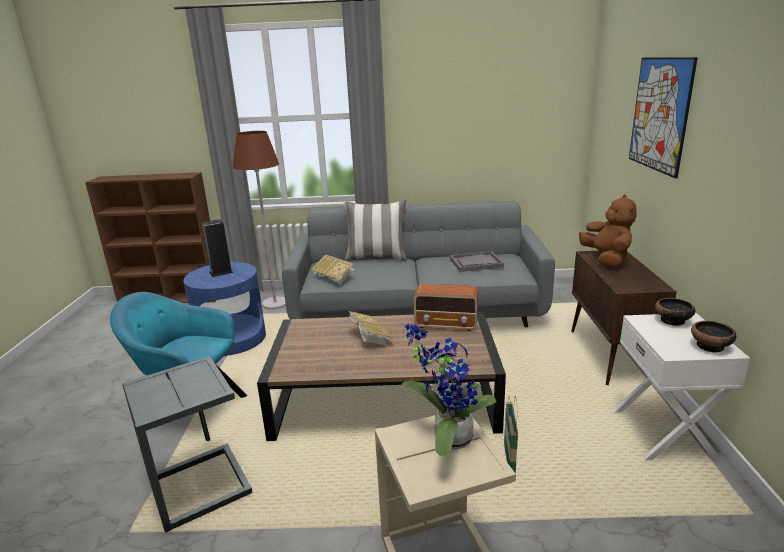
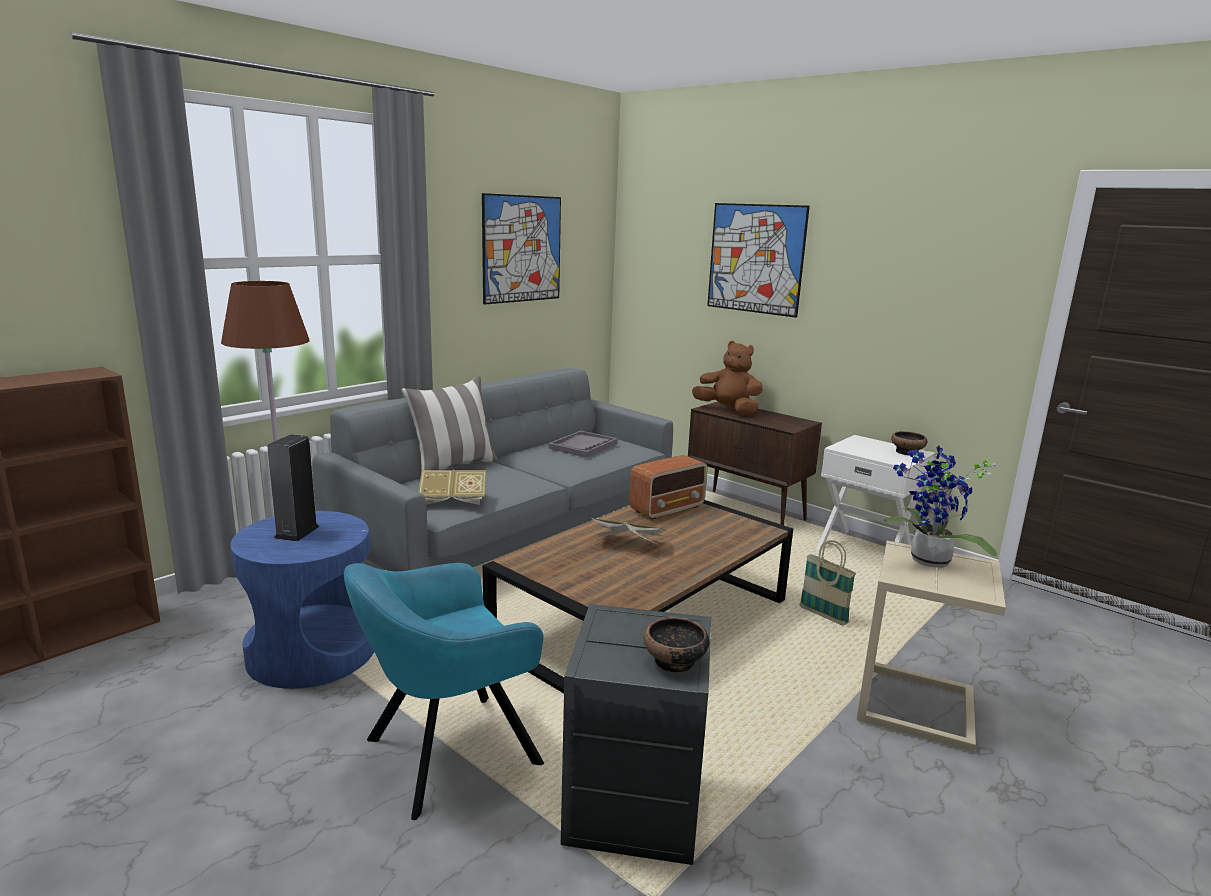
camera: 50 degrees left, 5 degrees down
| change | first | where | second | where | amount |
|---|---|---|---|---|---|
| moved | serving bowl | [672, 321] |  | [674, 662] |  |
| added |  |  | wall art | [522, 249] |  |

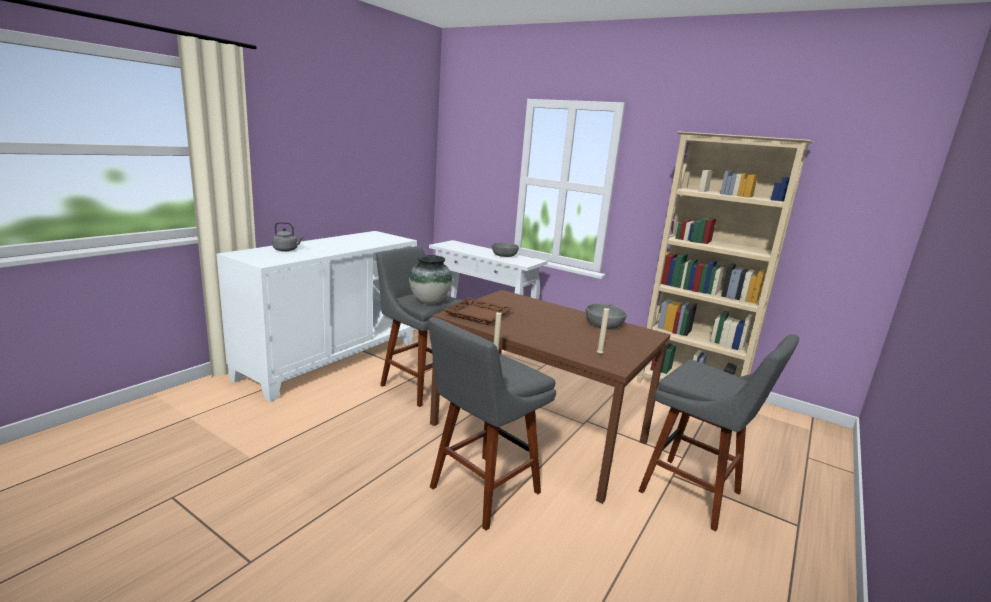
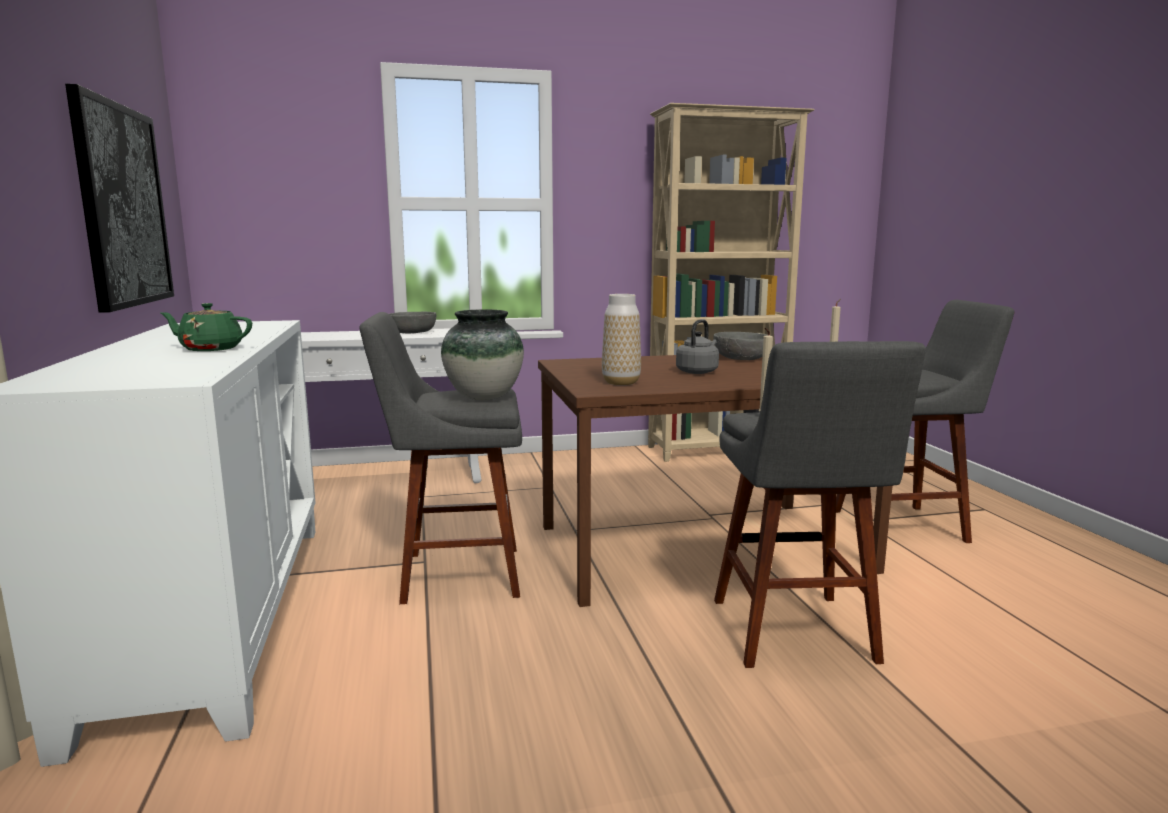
camera: 45 degrees left, 5 degrees down
| change | first | where | second | where | amount |
|---|---|---|---|---|---|
| moved | tea kettle (greyish) | [286, 250] |  | [698, 371] |  |
| replaced | serving tray (brown) | [478, 315] | vase | [621, 382] |  |
| added |  |  | wall art | [122, 206] |  |
| added |  |  | pot for tea (green-coloured) | [210, 349] |  |

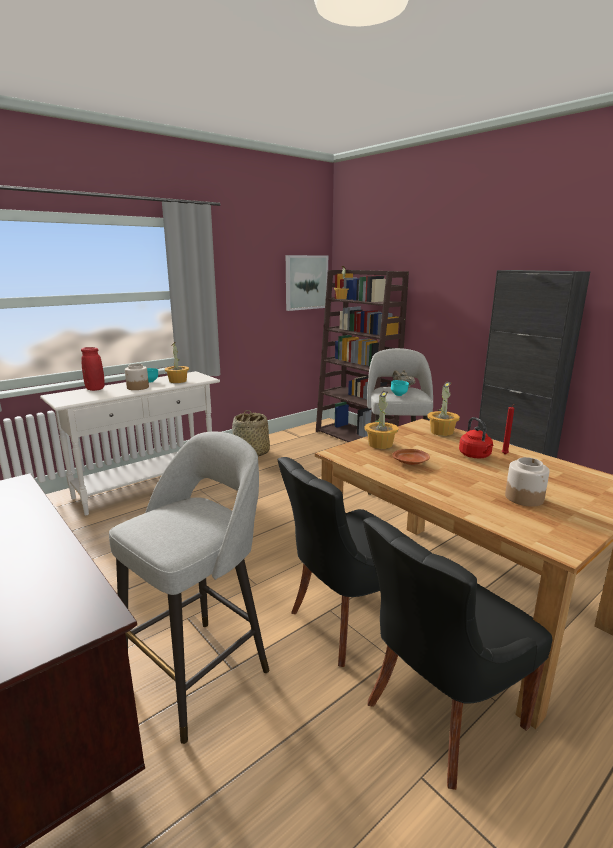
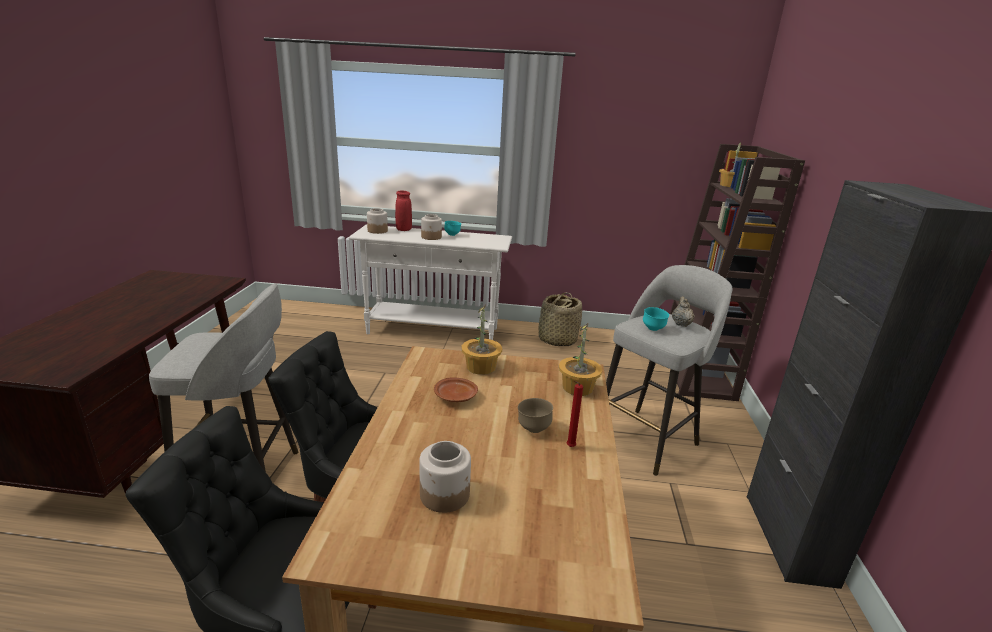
camera: 45 degrees right, 5 degrees up
| change | first | where | second | where | amount |
|---|---|---|---|---|---|
| removed | wall art | [306, 282] |  |  |  |
| removed | potted plant | [178, 381] |  |  |  |
| replaced | tea kettle (red-coloured) | [475, 456] | serving bowl (brown) | [533, 429] |  |
| added |  |  | preserve jar | [377, 231] |  |

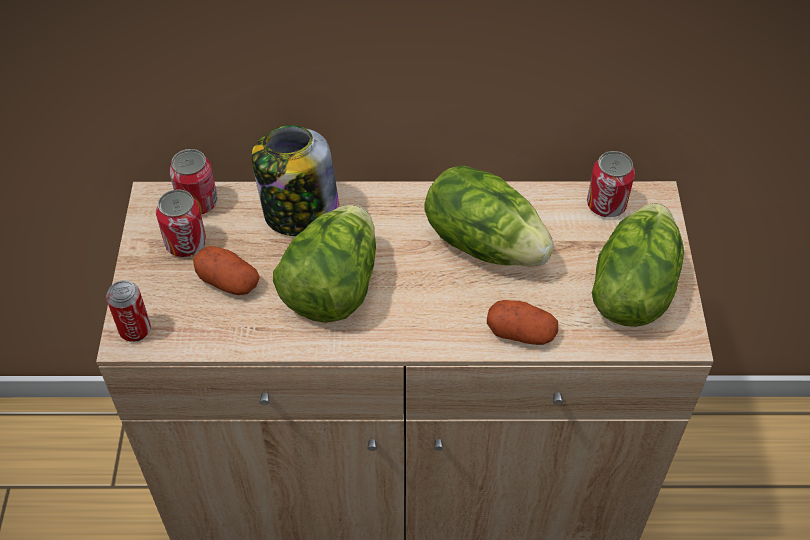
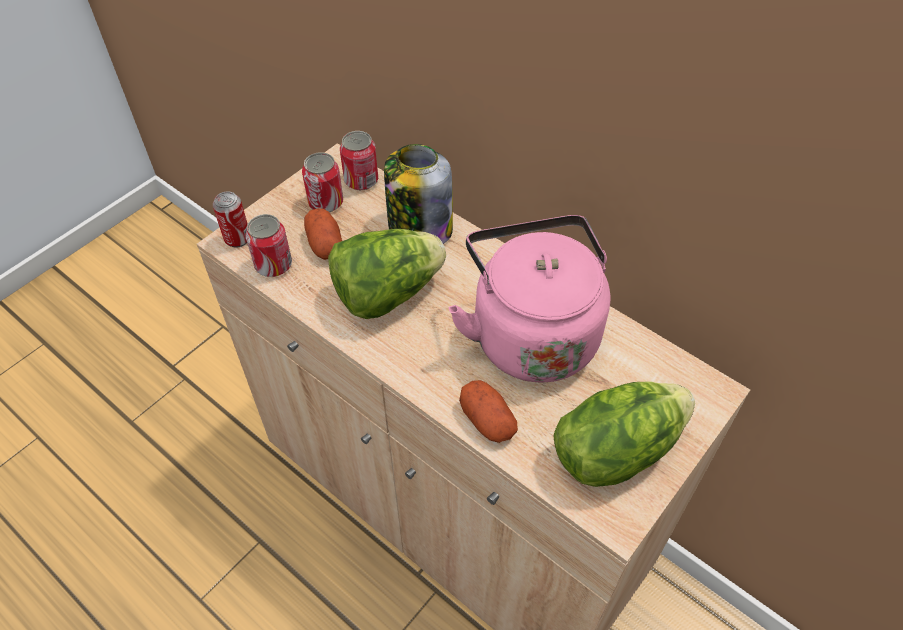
camera: 40 degrees right, 0 degrees up
| change | first | where | second | where | amount |
|---|---|---|---|---|---|
| moved | sealed can | [606, 205] |  | [273, 265] |  |
| replaced | lettuce head | [484, 242] | tea kettle (pink-coloured) | [531, 333] |  |

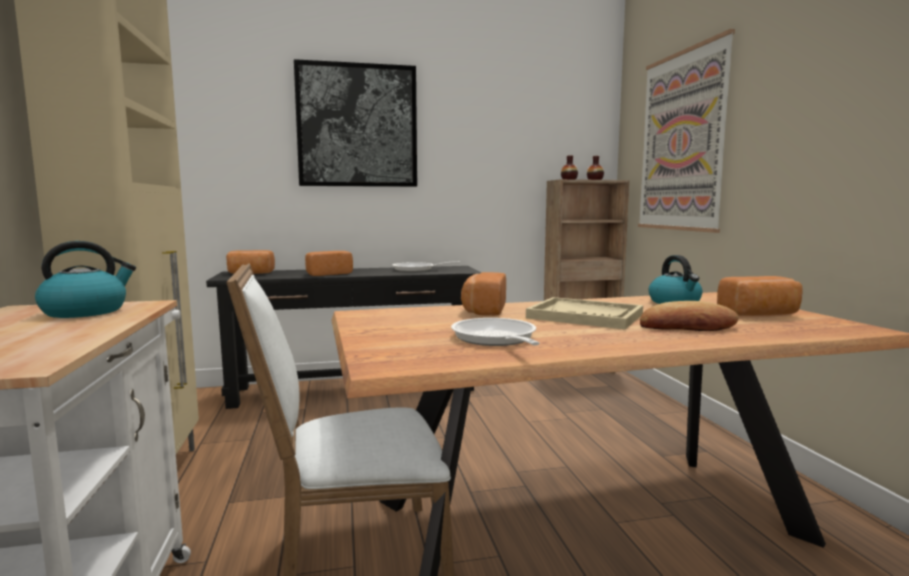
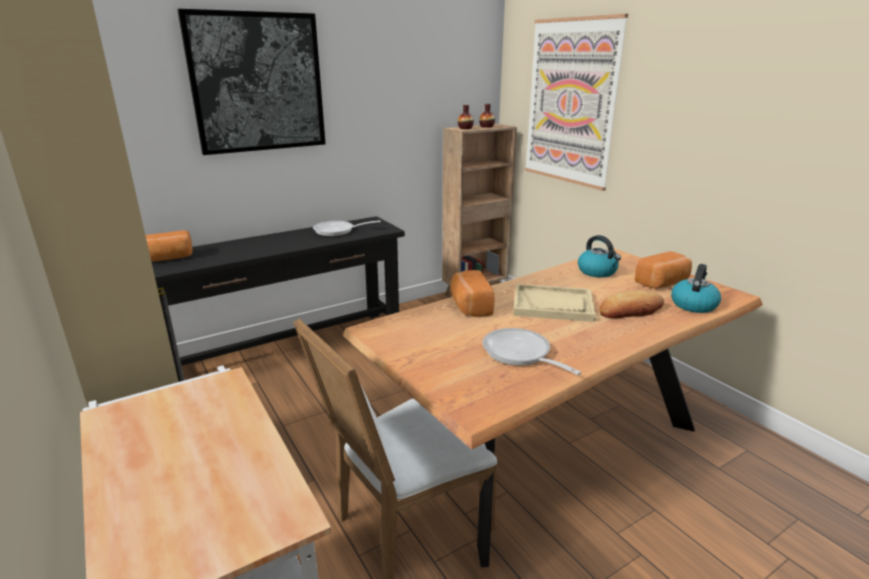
camera: 20 degrees left, 15 degrees up
| change | first | where | second | where | amount |
|---|---|---|---|---|---|
| moved | tea kettle | [86, 311] |  | [693, 304] |  |
| removed | baked bread | [328, 274] |  |  |  |

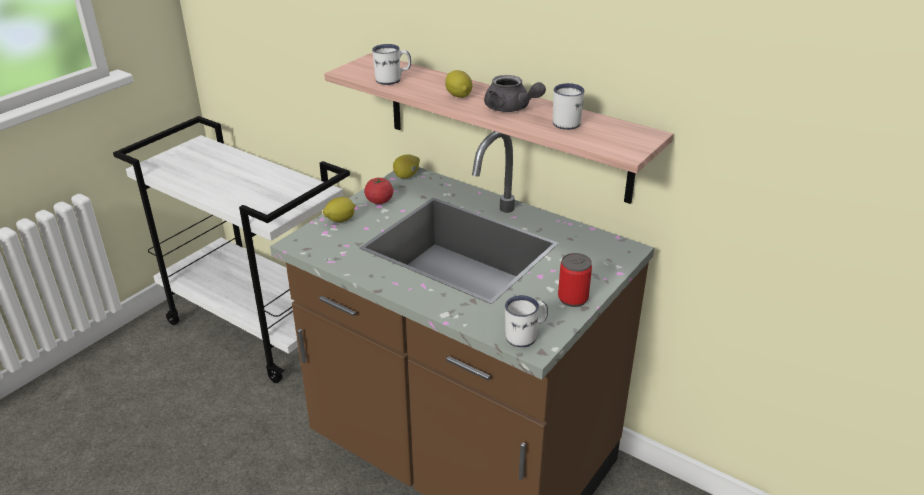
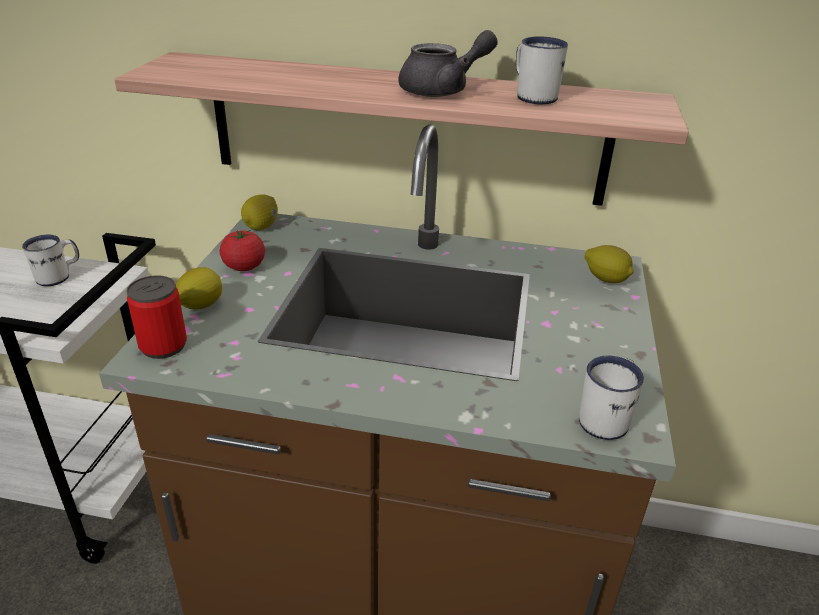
camera: 25 degrees left, 0 degrees up
| change | first | where | second | where | amount |
|---|---|---|---|---|---|
| moved | coffee mug (white) | [393, 80] |  | [59, 277] |  |
| moved | lemon | [458, 95] |  | [606, 279] |  |
| turned | pot for tea (greyish) | [511, 108] |  | [443, 90] | 45 degrees counterclockwise |
| moved | sealed can | [573, 298] |  | [163, 346] |  |

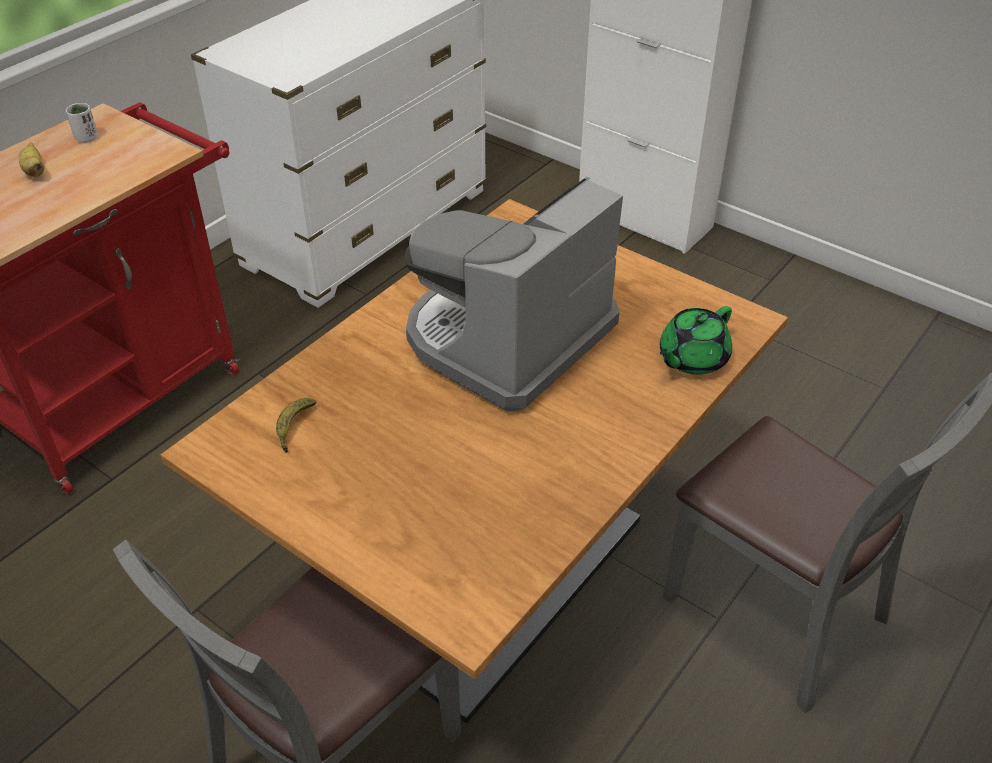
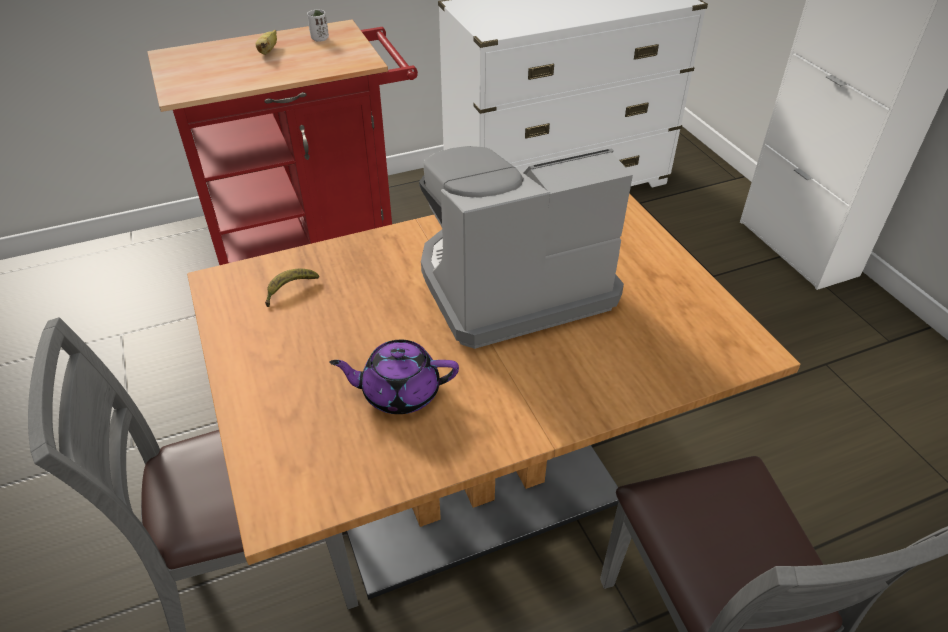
camera: 30 degrees right, 0 degrees up
| change | first | where | second | where | amount |
|---|---|---|---|---|---|
| removed | pot for tea (green-coloured) | [692, 359] |  |  |  |
| added |  |  | pot for tea (purple-coloured) | [399, 392] |  |

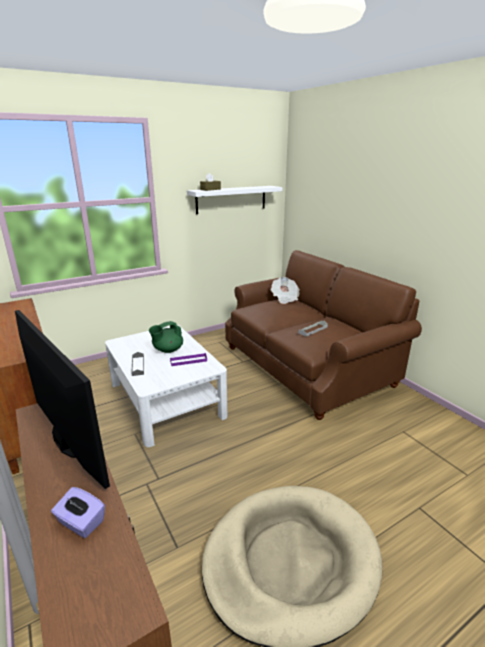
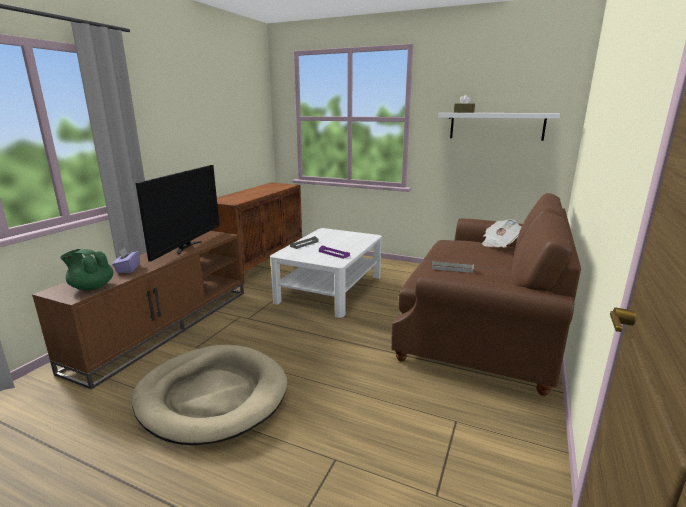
camera: 55 degrees right, 5 degrees down
| change | first | where | second | where | amount |
|---|---|---|---|---|---|
| moved | pot for tea (green-coloured) | [167, 350] |  | [92, 287] |  |

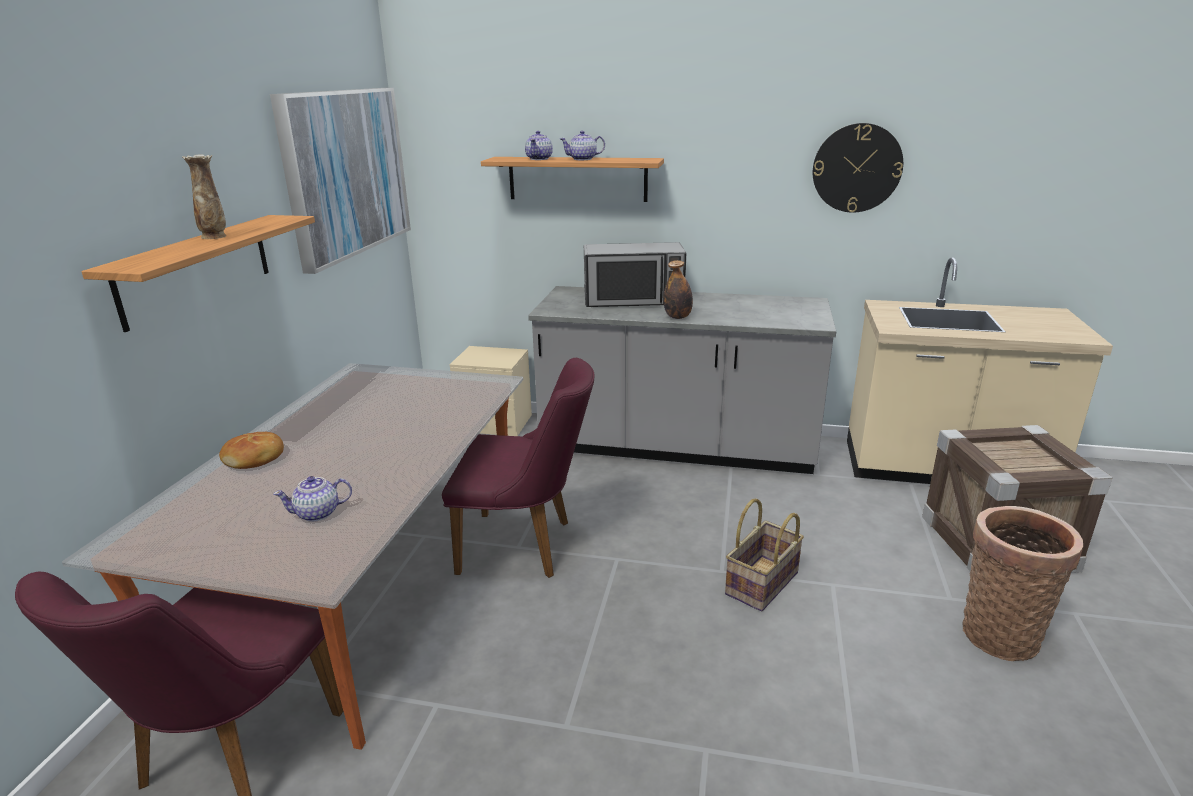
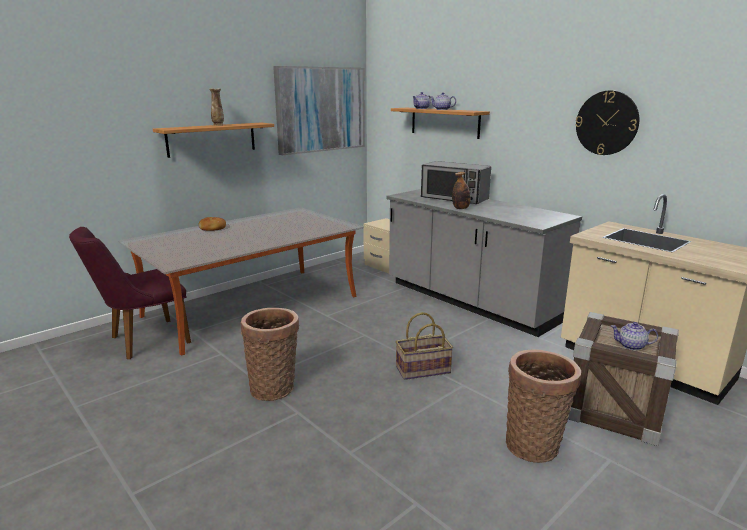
camera: 35 degrees right, 5 degrees down
| change | first | where | second | where | amount |
|---|---|---|---|---|---|
| removed | chair (purple-coloured) | [526, 546] |  |  |  |
| moved | pot for tea | [318, 513] |  | [631, 346] |  |
| added |  |  | storage basket | [274, 387] |  |

